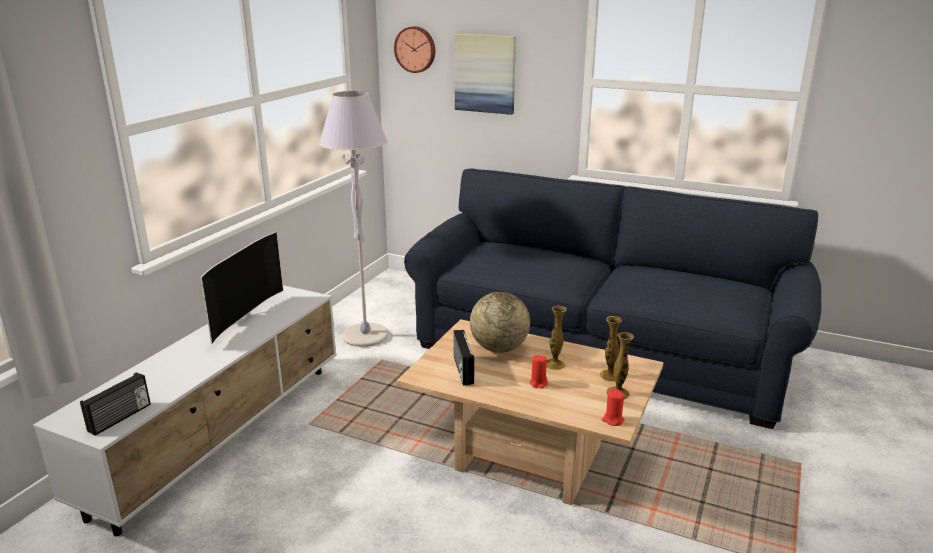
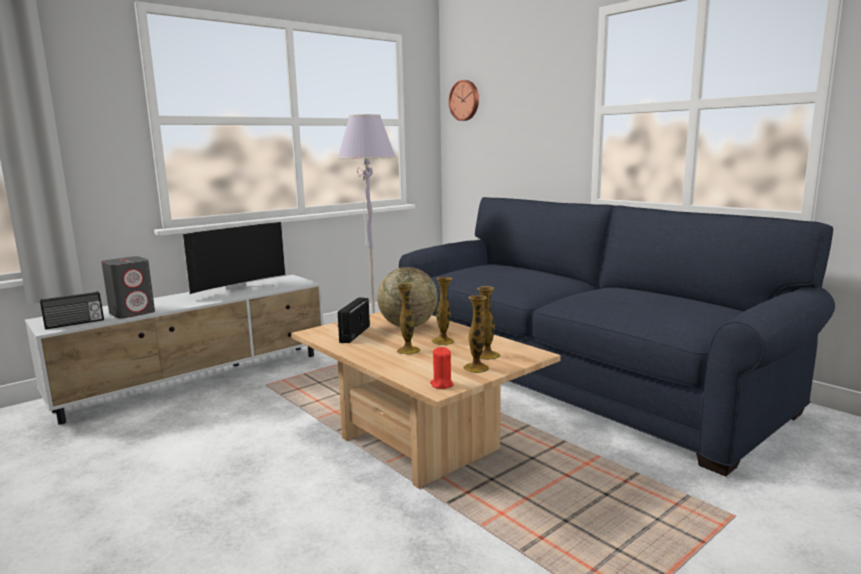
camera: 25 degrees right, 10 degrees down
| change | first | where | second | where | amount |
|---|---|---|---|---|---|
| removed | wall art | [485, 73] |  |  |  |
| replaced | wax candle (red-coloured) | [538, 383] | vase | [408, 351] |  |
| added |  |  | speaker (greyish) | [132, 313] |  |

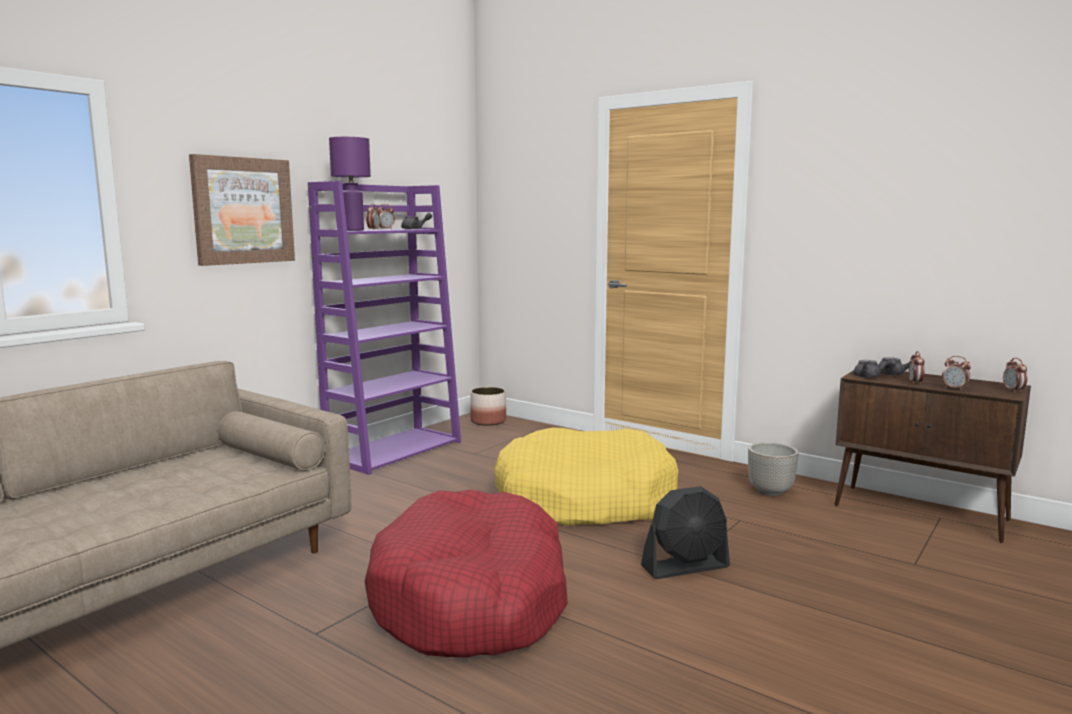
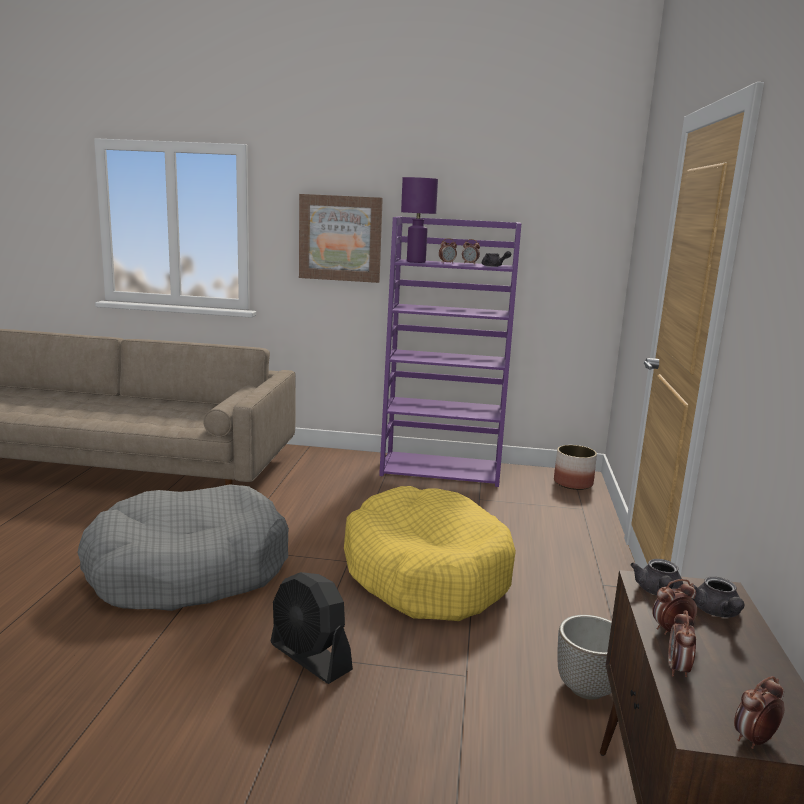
camera: 60 degrees right, 5 degrees up
| change | first | where | second | where | amount |
|---|---|---|---|---|---|
| recoloured | dog cushion (red-coloured) | [472, 599] | dog cushion (greyish) | [188, 570] |  |

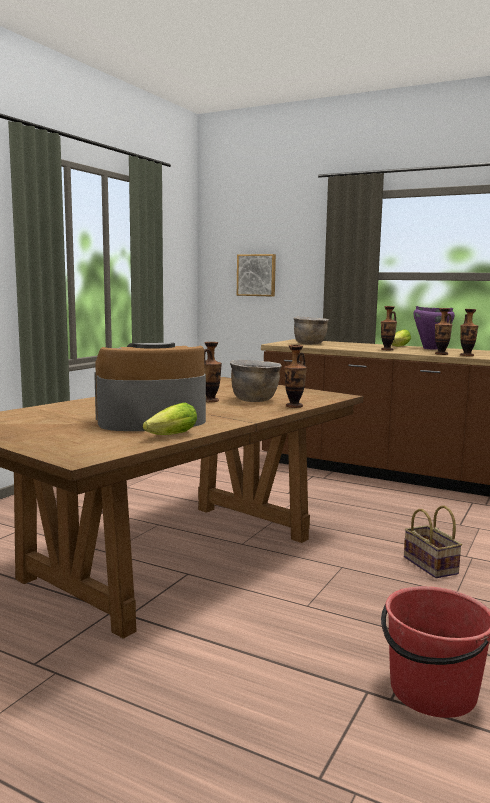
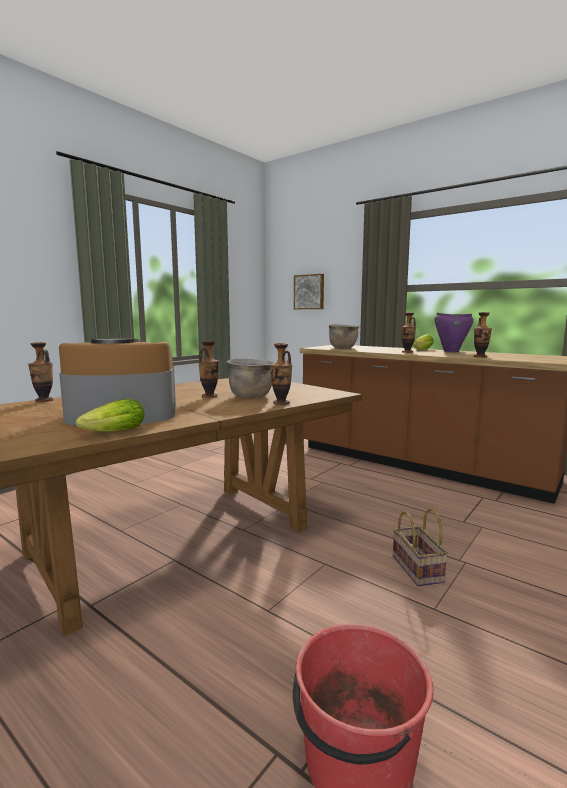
camera: 10 degrees right, 0 degrees up
| change | first | where | second | where | amount |
|---|---|---|---|---|---|
| moved | vase | [441, 354] |  | [44, 400] |  |

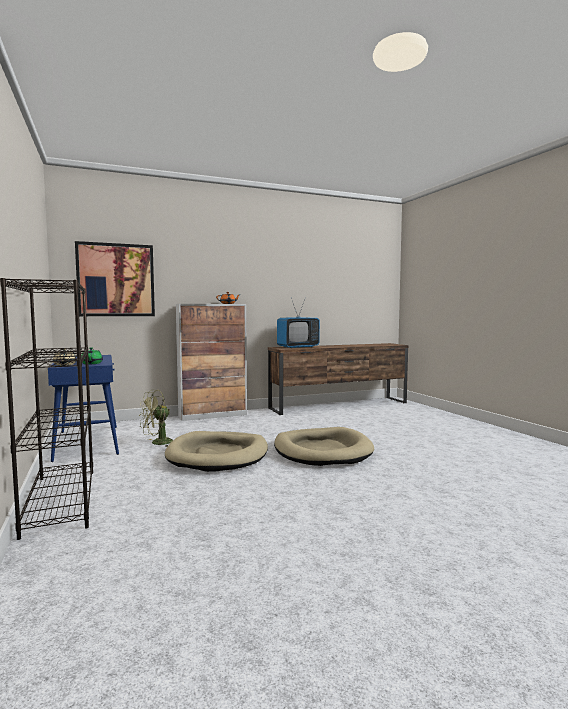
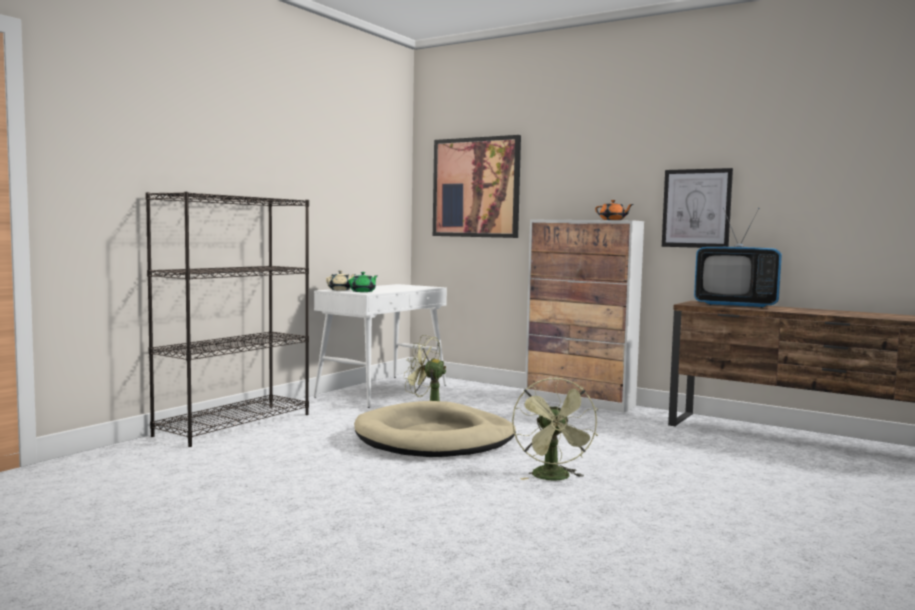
camera: 55 degrees right, 0 degrees up
| change | first | where | second | where | amount |
|---|---|---|---|---|---|
| recoloured | narrow table (bluish) | [87, 442] | narrow table (white) | [383, 391] |  |
| replaced | dog cushion (sand-coloured) | [322, 451] | fan (green-coloured) | [554, 478] |  |
| added |  |  | wall art | [696, 208] |  |

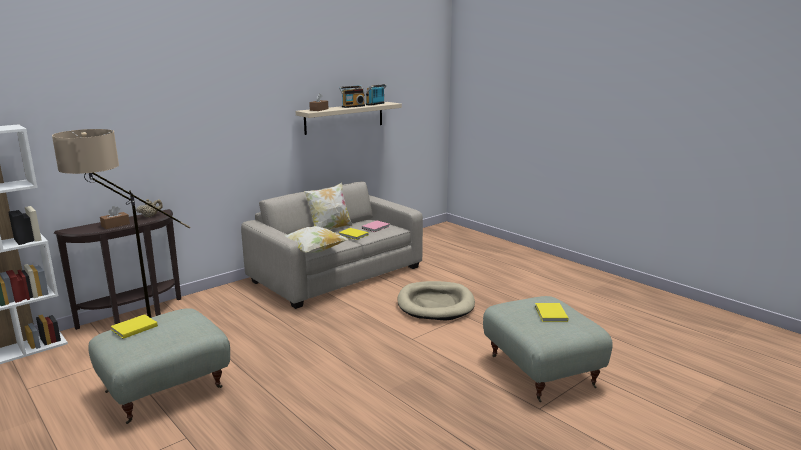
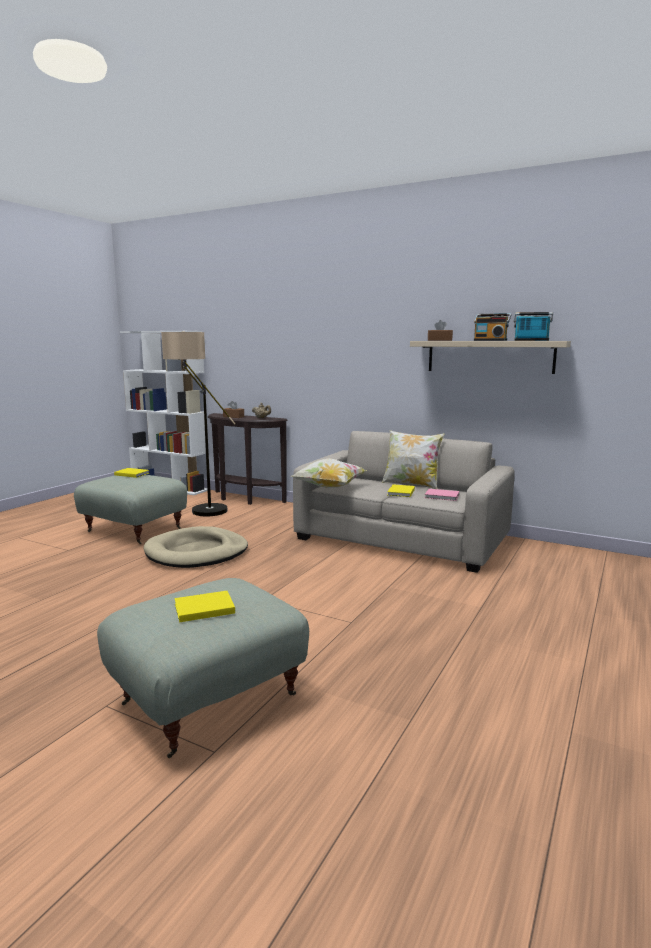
camera: 70 degrees right, 5 degrees down
| change | first | where | second | where | amount |
|---|---|---|---|---|---|
| moved | dog cushion (sand-coloured) | [435, 304] |  | [197, 552] |  |

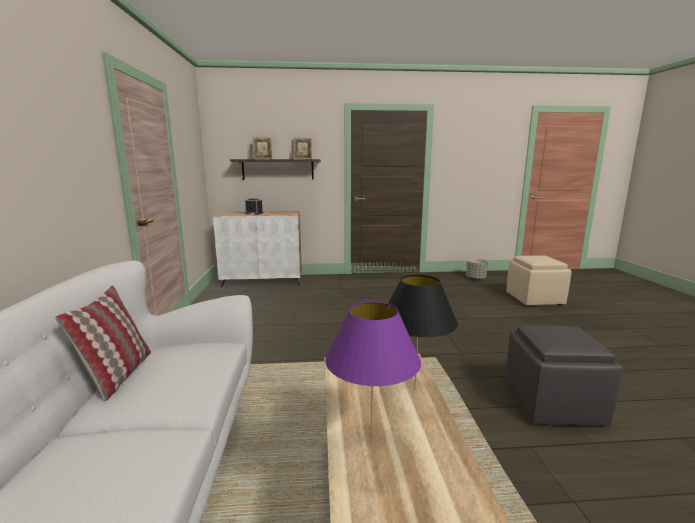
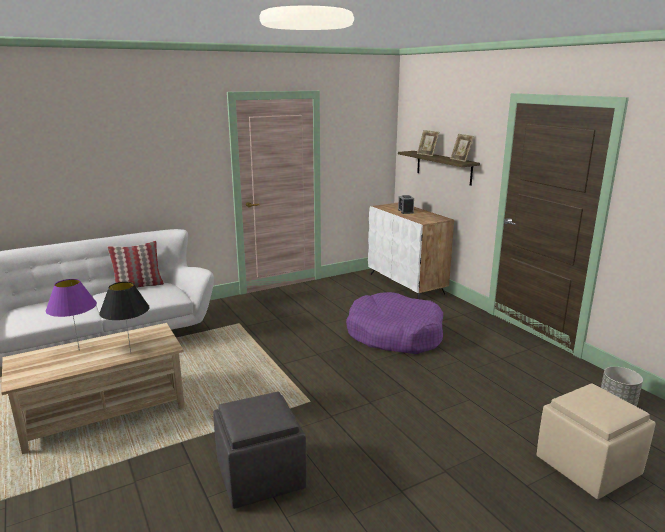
camera: 65 degrees right, 5 degrees up
| change | first | where | second | where | amount |
|---|---|---|---|---|---|
| added |  |  | dog cushion (purple-coloured) | [394, 335] |  |

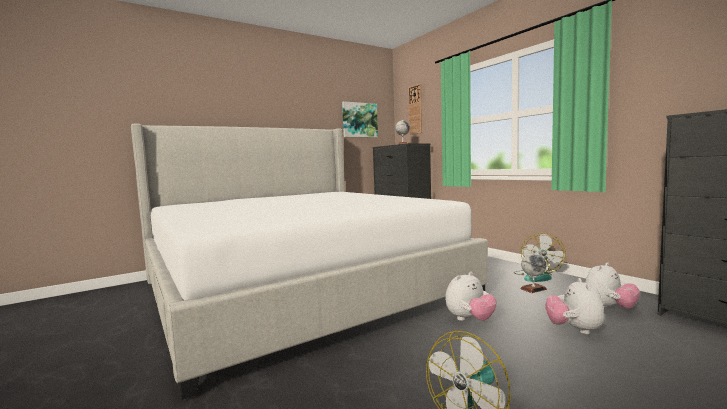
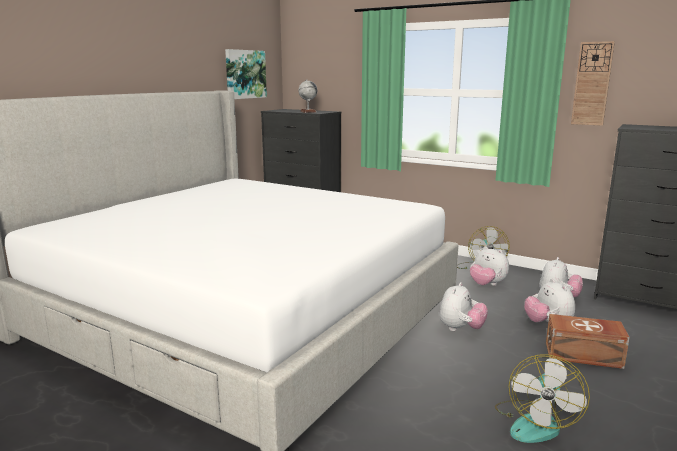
camera: 25 degrees left, 10 degrees up
| change | first | where | second | where | amount |
|---|---|---|---|---|---|
| moved | hanging clock | [415, 109] |  | [592, 84] |  |
| replaced | world globe | [533, 289] | soft toy | [487, 285] |  |
| added |  |  | storage bin (brown) | [584, 356] |  |

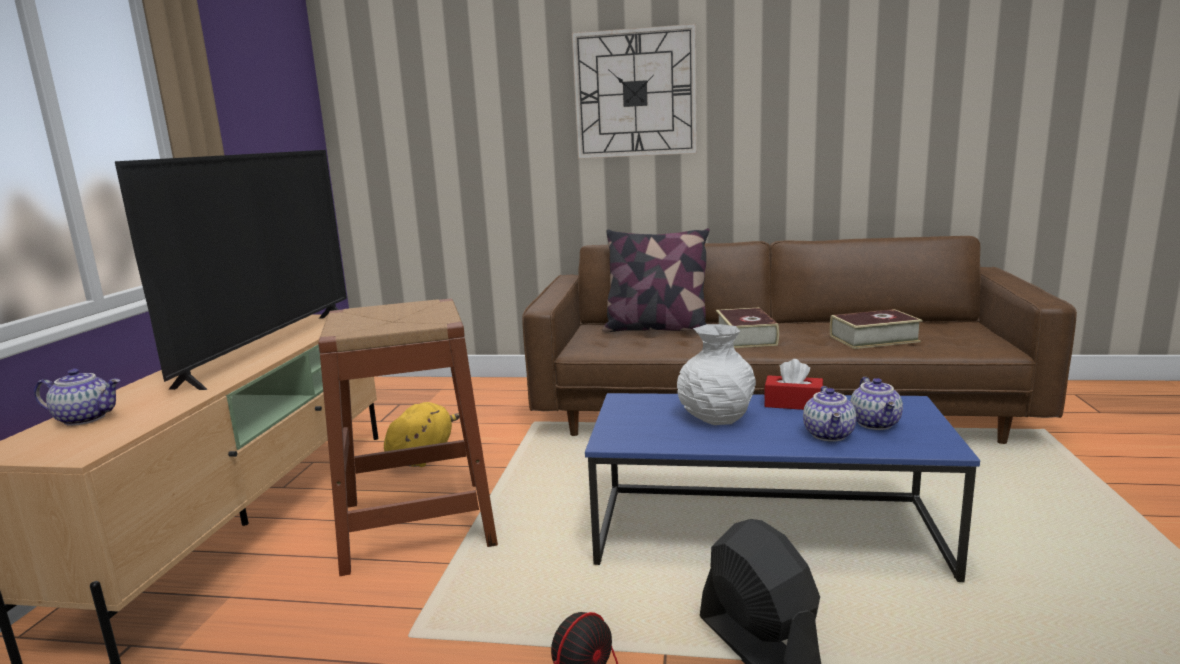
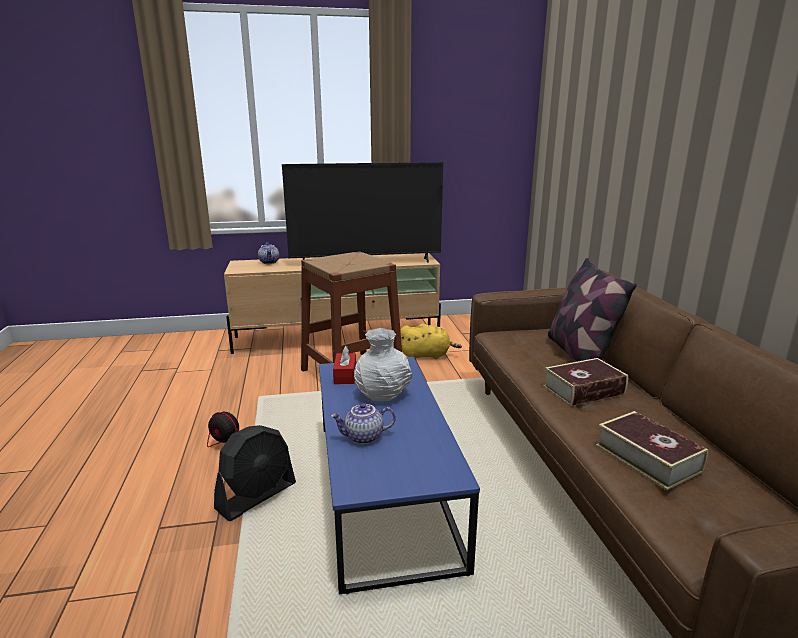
camera: 70 degrees right, 5 degrees up
| change | first | where | second | where | amount |
|---|---|---|---|---|---|
| removed | hanging clock | [635, 93] |  |  |  |
| moved | tissue box (red-coloured) | [793, 404] |  | [345, 375] |  |
| removed | pot for tea | [876, 424] |  |  |  |

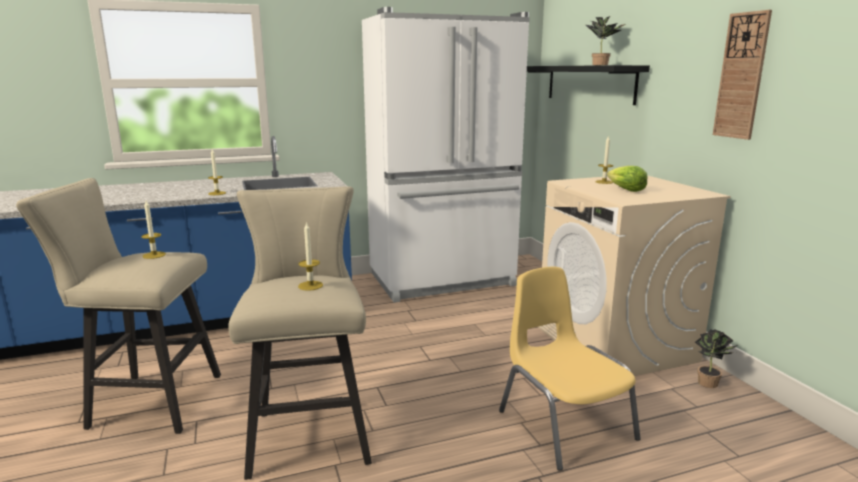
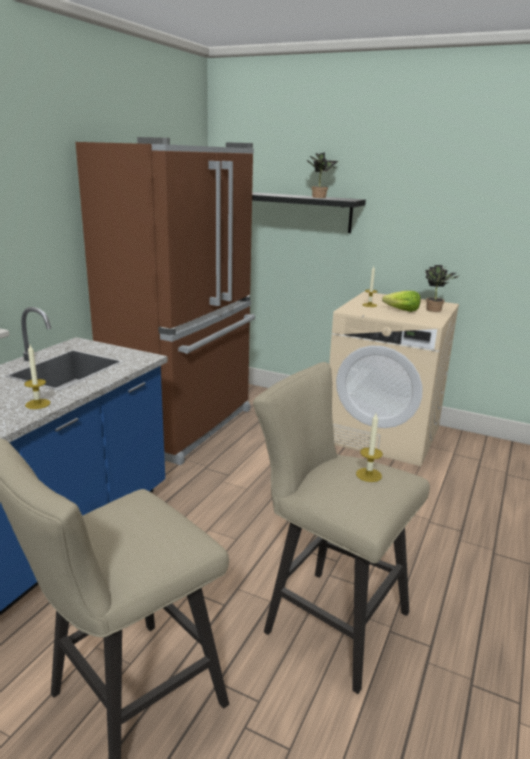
camera: 45 degrees left, 5 degrees up
| change | first | where | second | where | amount |
|---|---|---|---|---|---|
| recoloured | kitchen fridge (white) | [443, 280] | kitchen fridge (brown) | [184, 426] |  |
| removed | hanging clock | [741, 76] |  |  |  |
| removed | wax candle | [154, 255] |  |  |  |
| removed | chair (yellow-coloured) | [564, 424] |  |  |  |
| moved | potted plant | [710, 384] |  | [436, 310] |  |

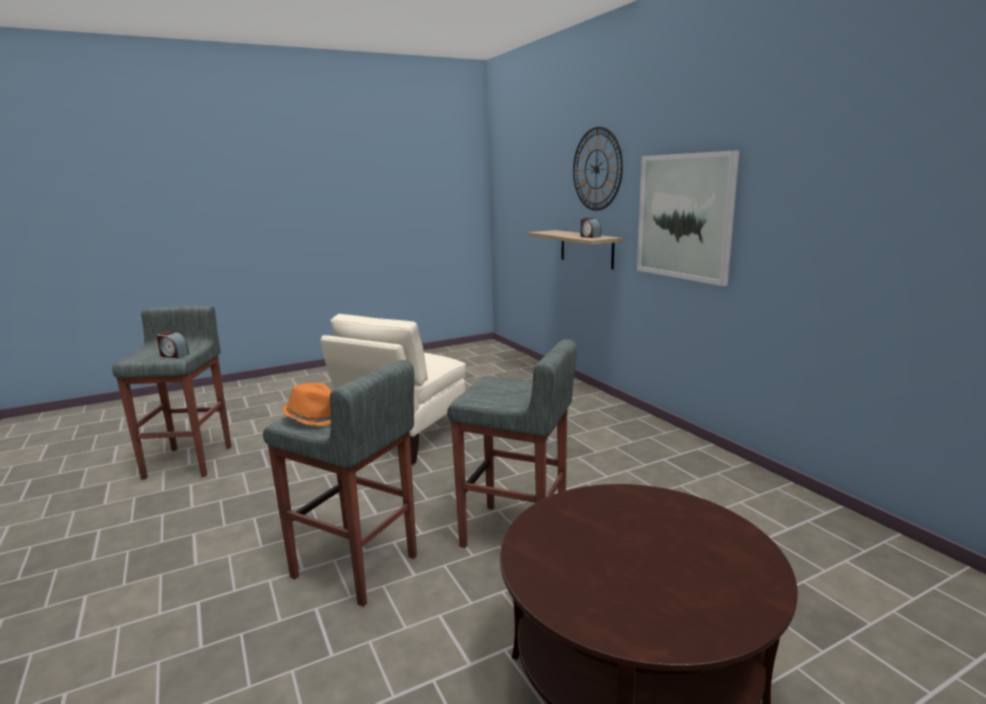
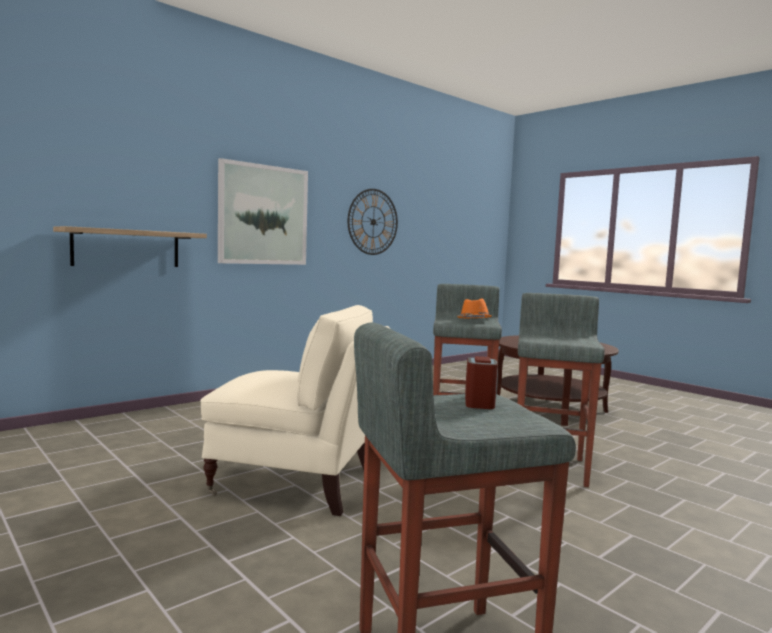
camera: 105 degrees left, 10 degrees down
| change | first | where | second | where | amount |
|---|---|---|---|---|---|
| moved | hanging clock | [596, 169] |  | [373, 222] |  |
| removed | alarm clock | [589, 236] |  |  |  |
| moved | hat (orange-coloured) | [314, 418] |  | [474, 320] |  |

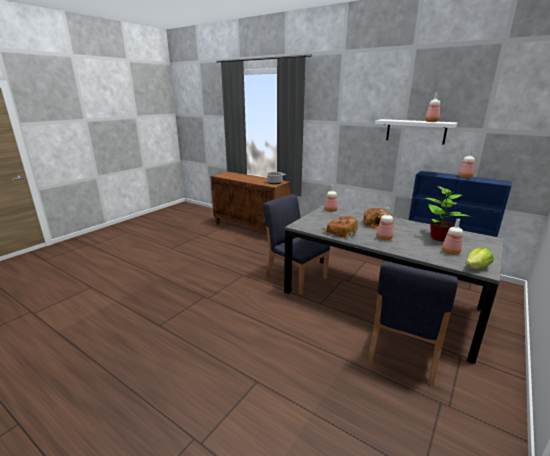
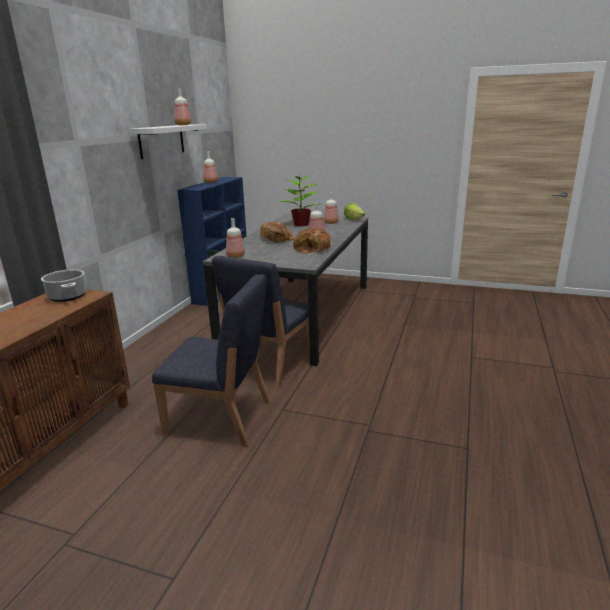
camera: 105 degrees left, 0 degrees up
| change | first | where | second | where | amount |
|---|---|---|---|---|---|
| moved | chair (bluish) | [403, 352] |  | [220, 418] |  |

